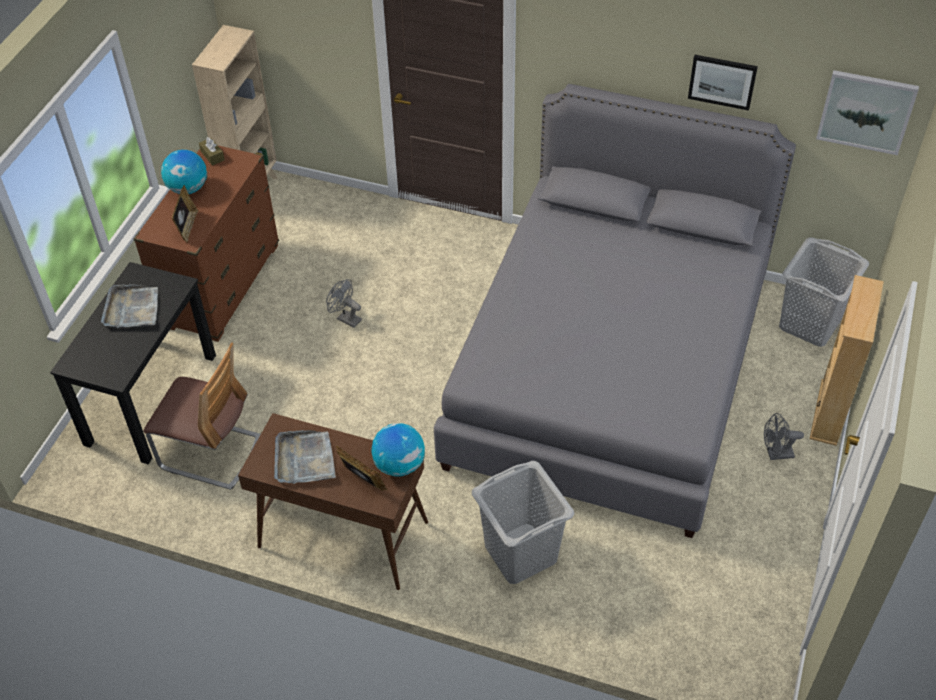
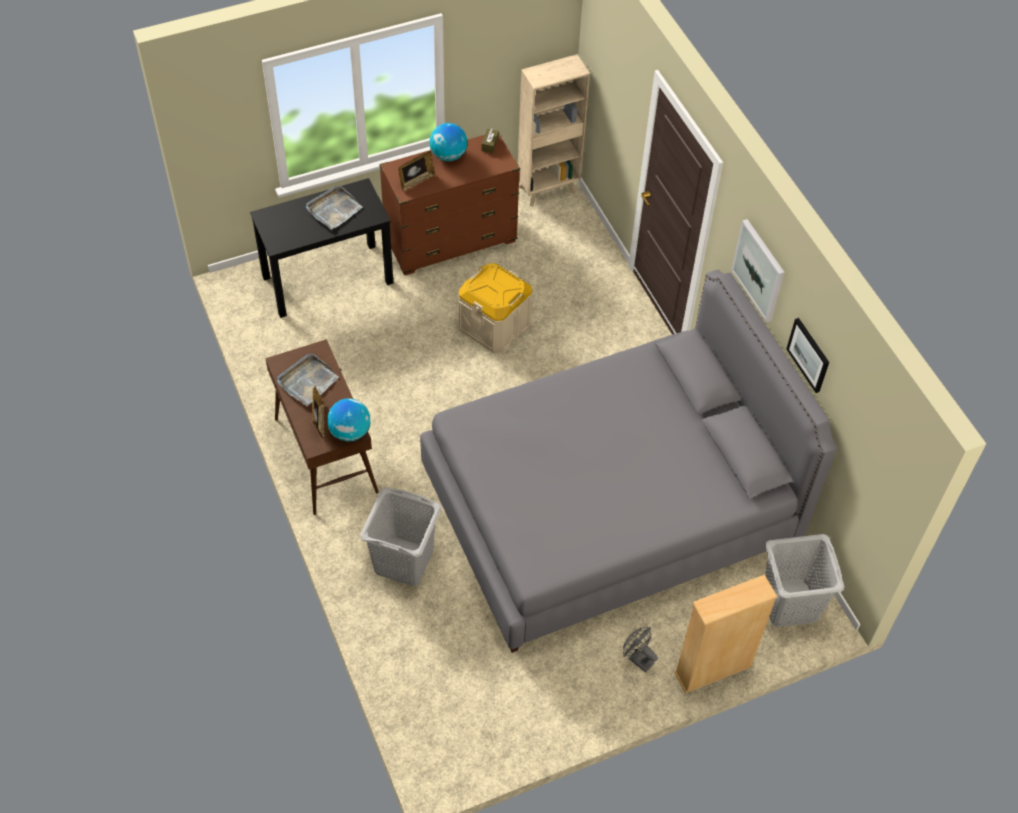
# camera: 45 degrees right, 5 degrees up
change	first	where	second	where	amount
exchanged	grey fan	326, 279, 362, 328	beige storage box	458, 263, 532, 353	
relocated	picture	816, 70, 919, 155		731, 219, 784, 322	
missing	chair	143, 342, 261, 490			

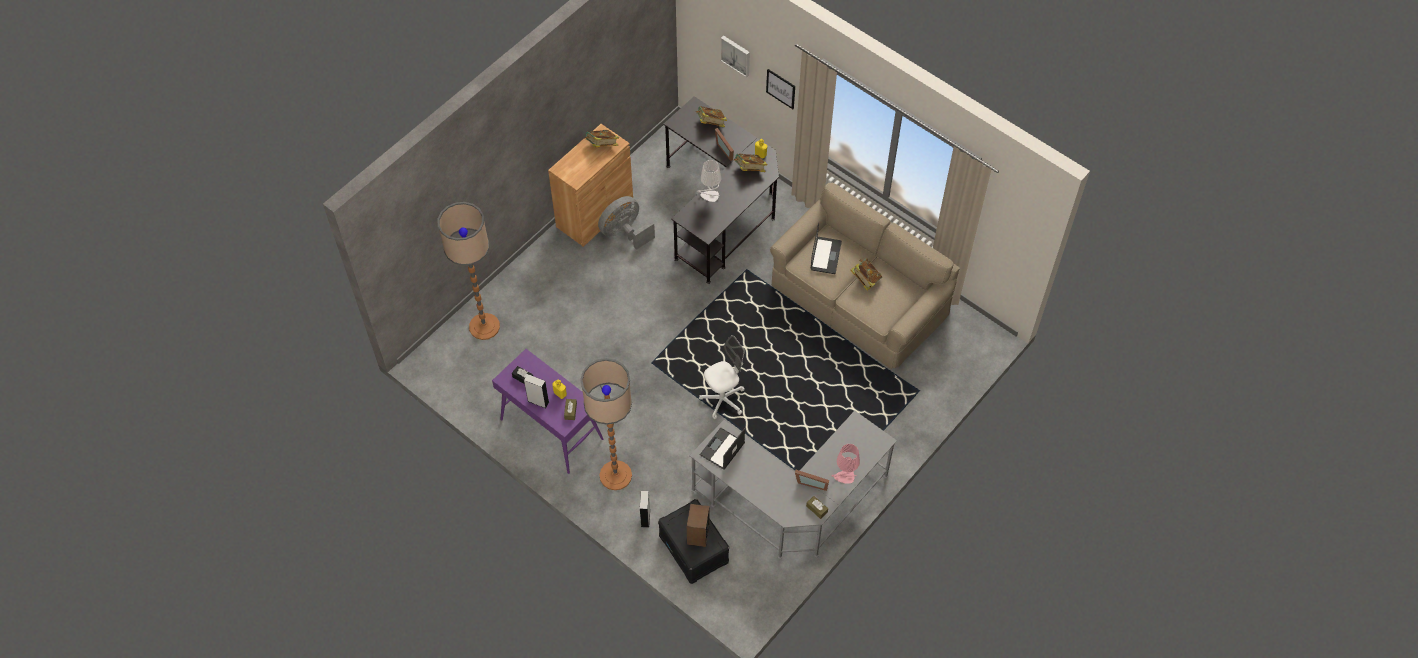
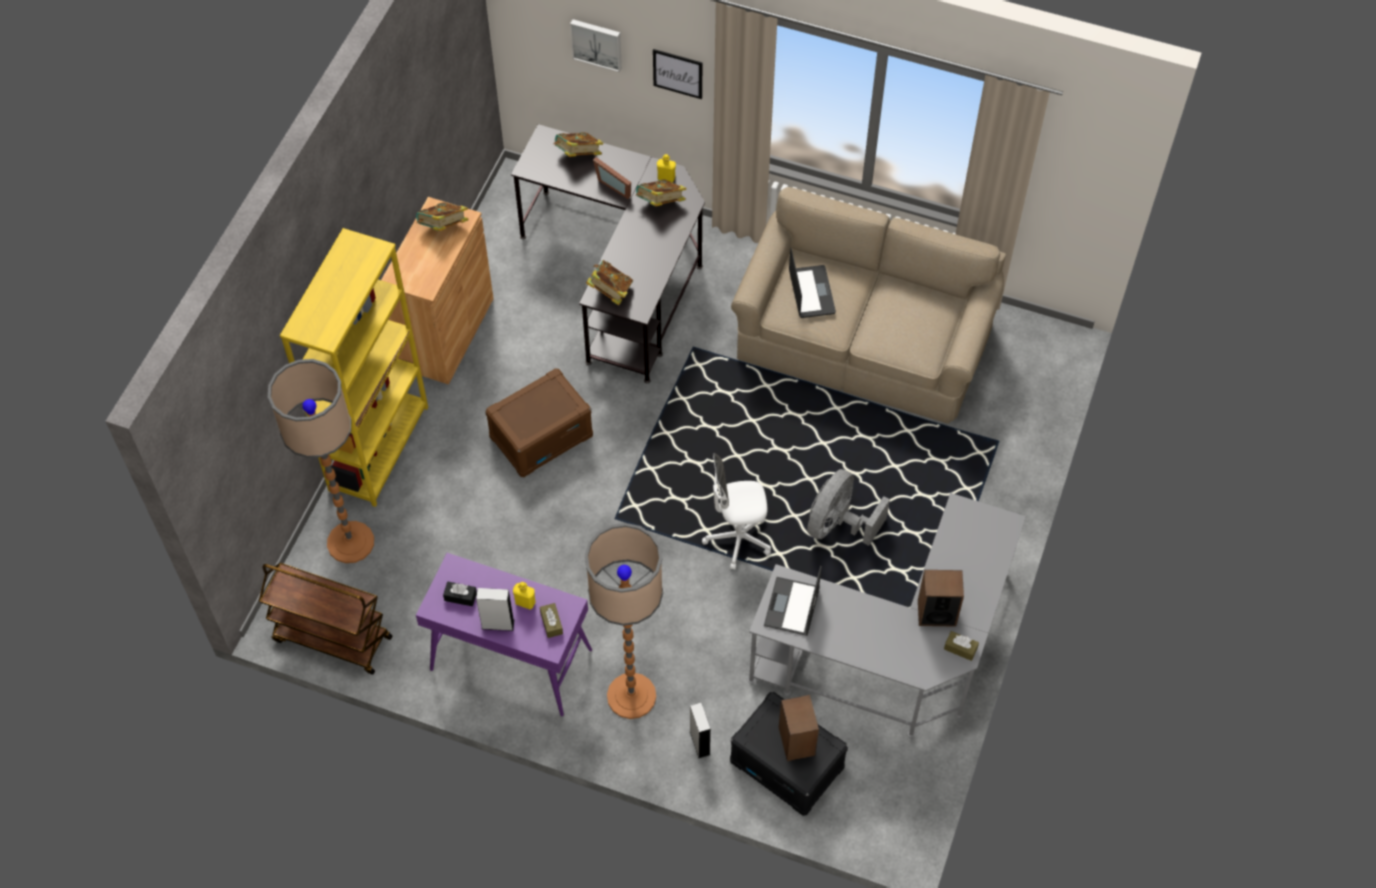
# camera: 20 degrees left, 0 degrees up
change	first	where	second	where	amount
appeared			brown cart	259, 563, 392, 674	
appeared			yellow bookcase	280, 228, 428, 507	
appeared			brown storage box	485, 368, 593, 477	
relocated	book	850, 258, 882, 291		586, 260, 633, 306	
spun	white office chair	699, 335, 745, 419		702, 453, 771, 570	135 degrees counterclockwise
relocated	grey fan	598, 196, 655, 250		807, 469, 890, 546	
exchanged	picture frame	795, 470, 829, 491	speaker	918, 570, 964, 627	
missing	white table lamp	697, 160, 721, 202			
missing	pink table lamp	831, 444, 860, 484			

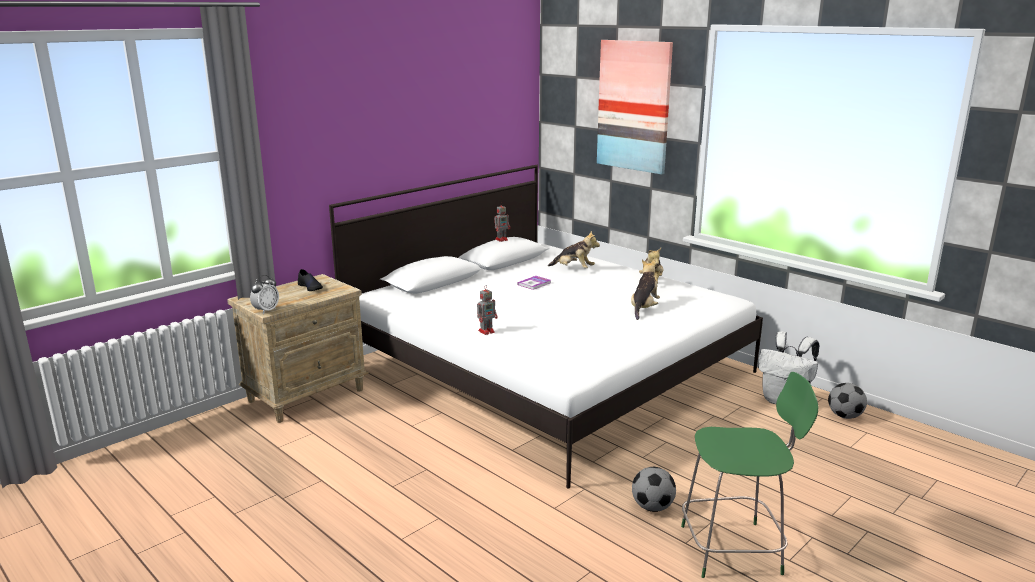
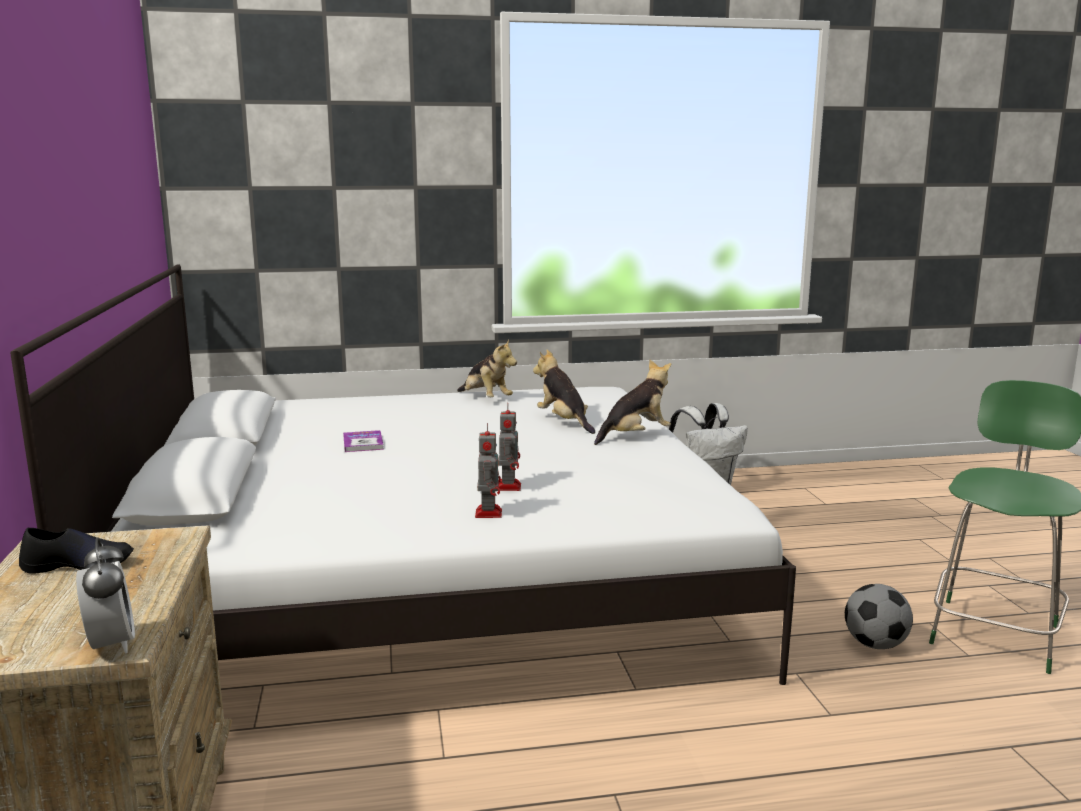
# camera: 55 degrees left, 5 degrees down
change	first	where	second	where	amount
relocated	toy robot	494, 203, 510, 242		498, 406, 521, 491	
relocated	plush toy	548, 231, 600, 268		594, 360, 671, 445	
missing	picture	597, 40, 673, 175			
missing	football	828, 383, 867, 419			

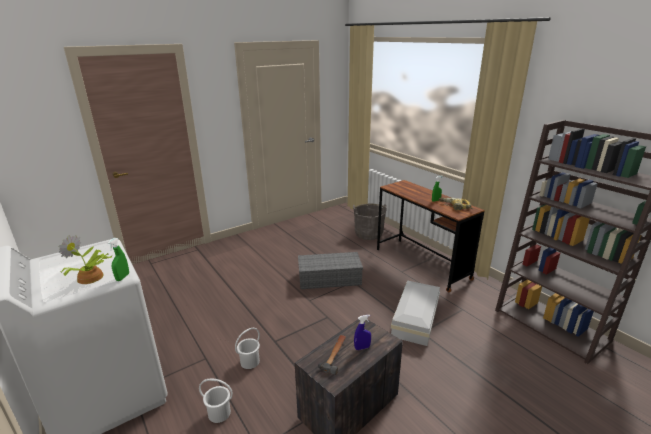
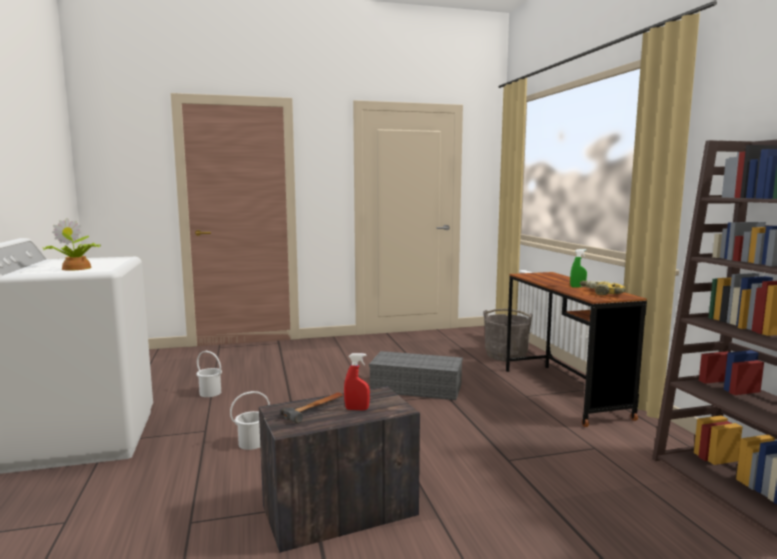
# camera: 20 degrees right, 15 degrees down
change	first	where	second	where	amount
relocated	white bucket	199, 378, 233, 423		196, 351, 222, 397	
colour	blue spray bottle	354, 315, 371, 350	red spray bottle	344, 353, 370, 410	
missing	green spray bottle	107, 238, 129, 281			
missing	white storage box	391, 280, 440, 346			

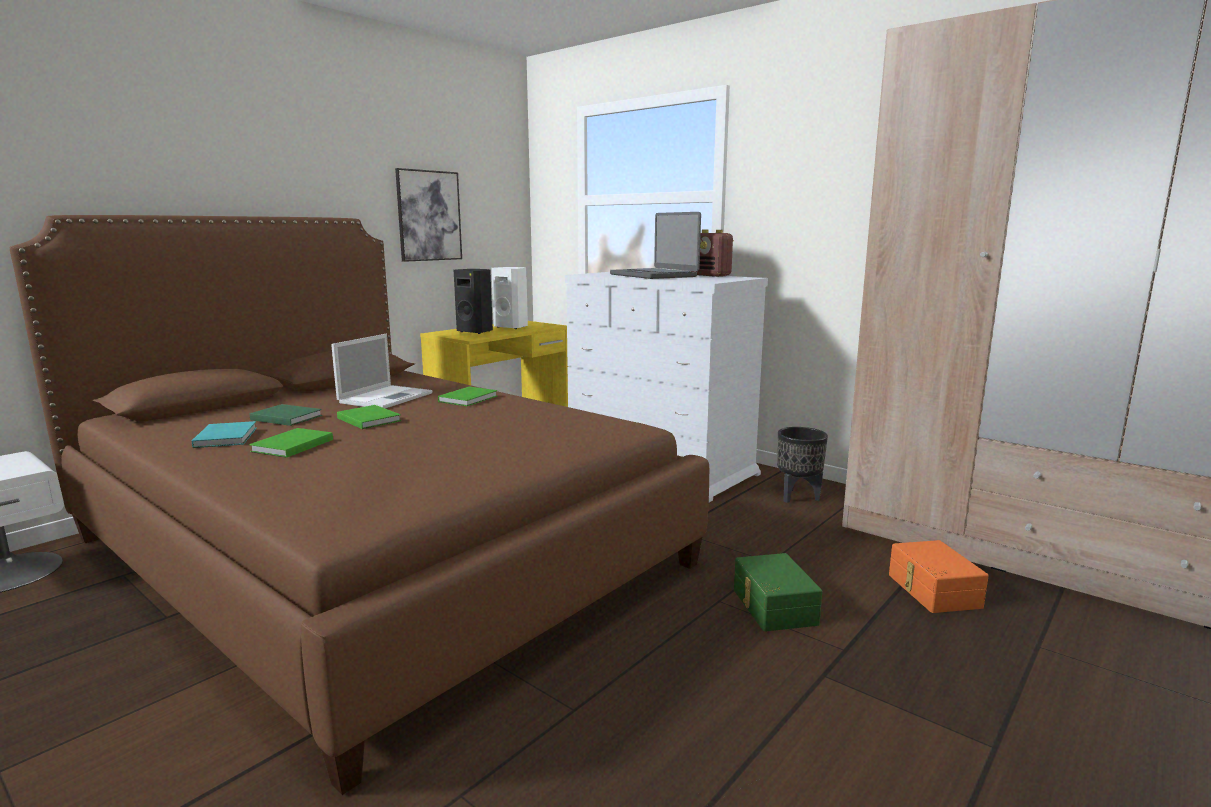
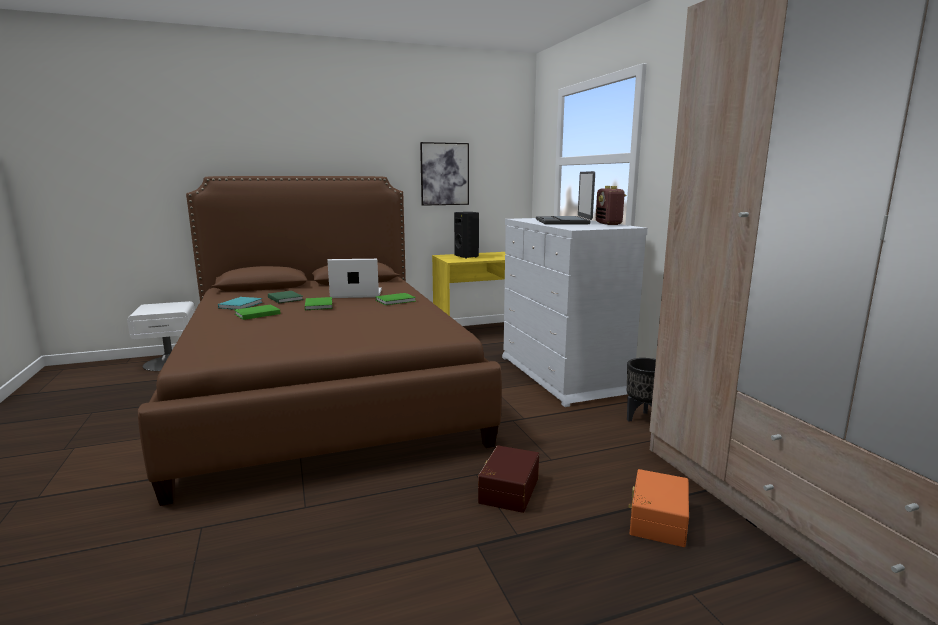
# camera: 30 degrees right, 0 degrees up
change	first	where	second	where	amount
spun	laptop	331, 334, 432, 408		327, 259, 382, 298	150 degrees counterclockwise
colour	green storage box	734, 553, 822, 632	brown storage box	478, 445, 539, 513	
missing	white speaker	491, 267, 528, 329			

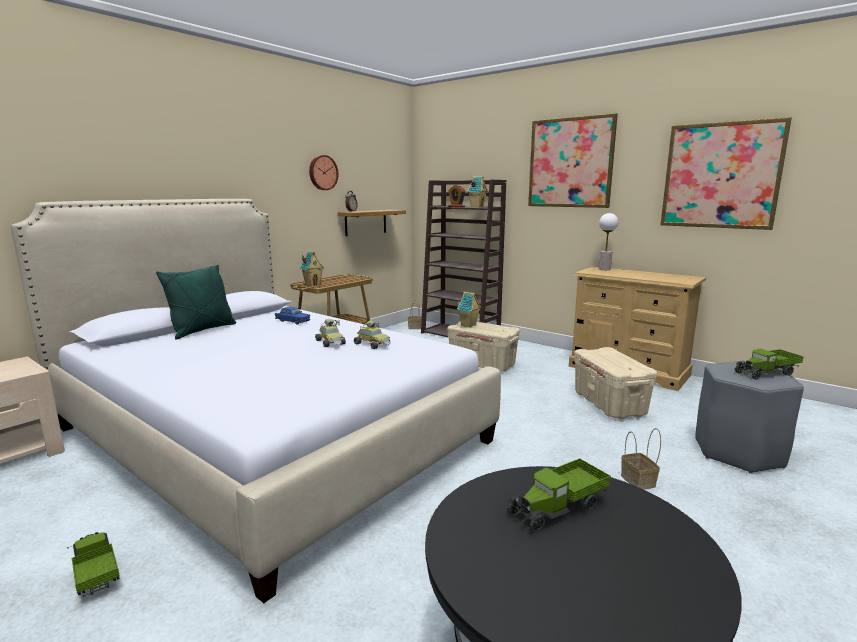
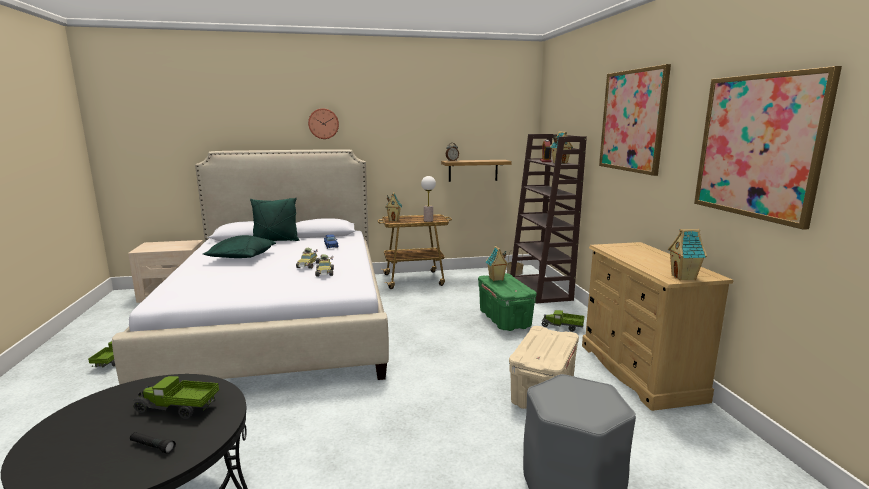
# camera: 40 degrees right, 0 degrees up
change	first	where	second	where	amount
appeared			black flashlight	130, 432, 176, 454	
appeared			green pillow	203, 235, 276, 258	
relocated	wall clock	309, 155, 338, 190		308, 108, 339, 139	
relocated	table lamp	598, 213, 618, 270		421, 176, 436, 222	
colour	beige storage box	447, 322, 520, 372	green storage box	478, 273, 537, 331	
relocated	toy truck	734, 349, 804, 380		541, 310, 585, 332	
appeared			toy house	668, 229, 707, 280	
missing	basket	621, 428, 661, 490			

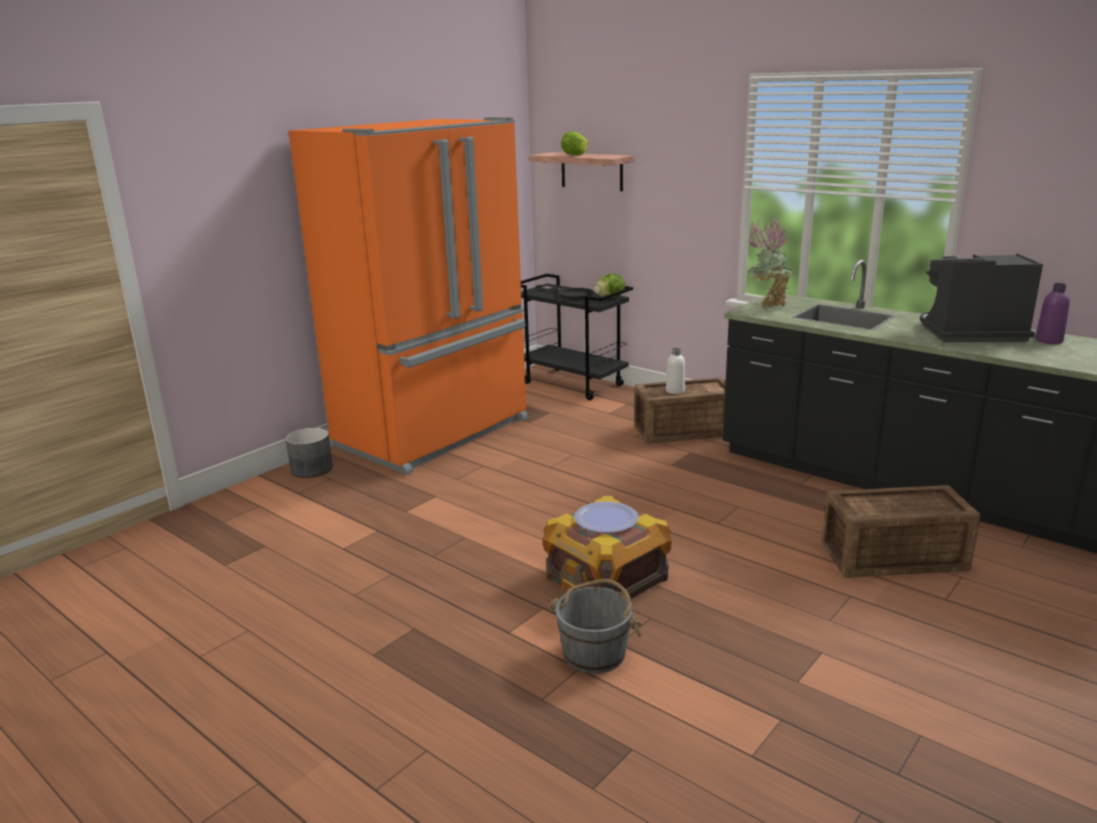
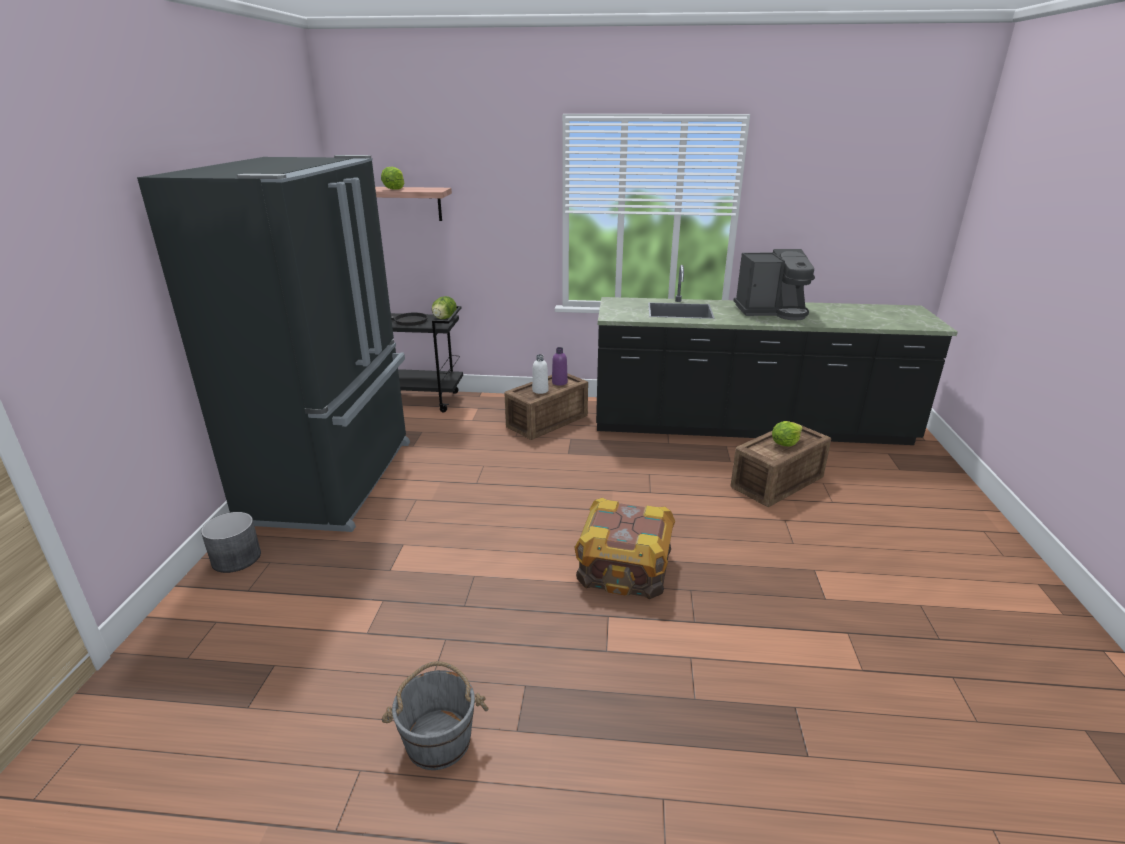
# camera: 35 degrees left, 5 degrees up
change	first	where	second	where	amount
colour	orange fridge	289, 117, 528, 475	black fridge	137, 155, 410, 532	
relocated	grey bucket	548, 579, 642, 674		382, 661, 488, 770	
relocated	purple bottle	1035, 283, 1070, 344		552, 347, 568, 386	
spun	coffee machine	920, 254, 1043, 342		733, 249, 815, 320	150 degrees counterclockwise
appeared			lettuce	772, 421, 803, 446	
missing	plate	574, 501, 639, 533			
missing	potted plant	747, 217, 794, 308			

